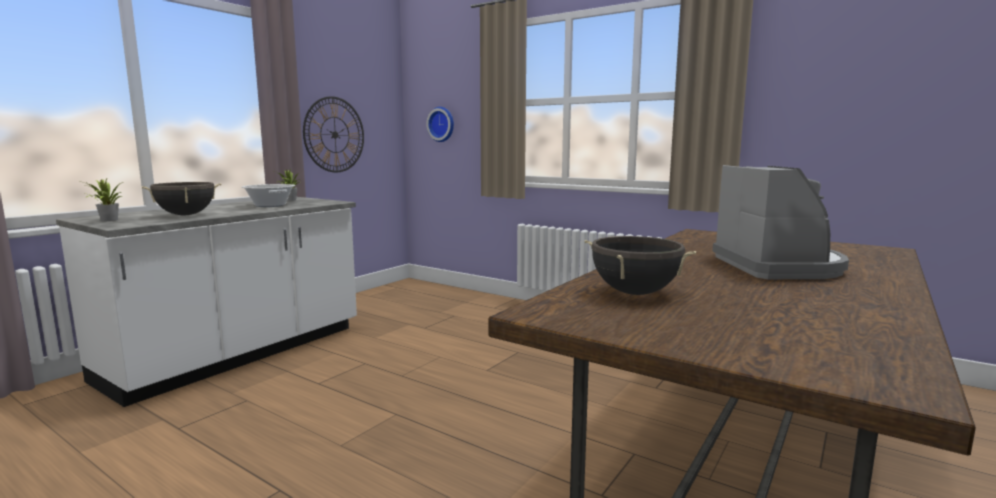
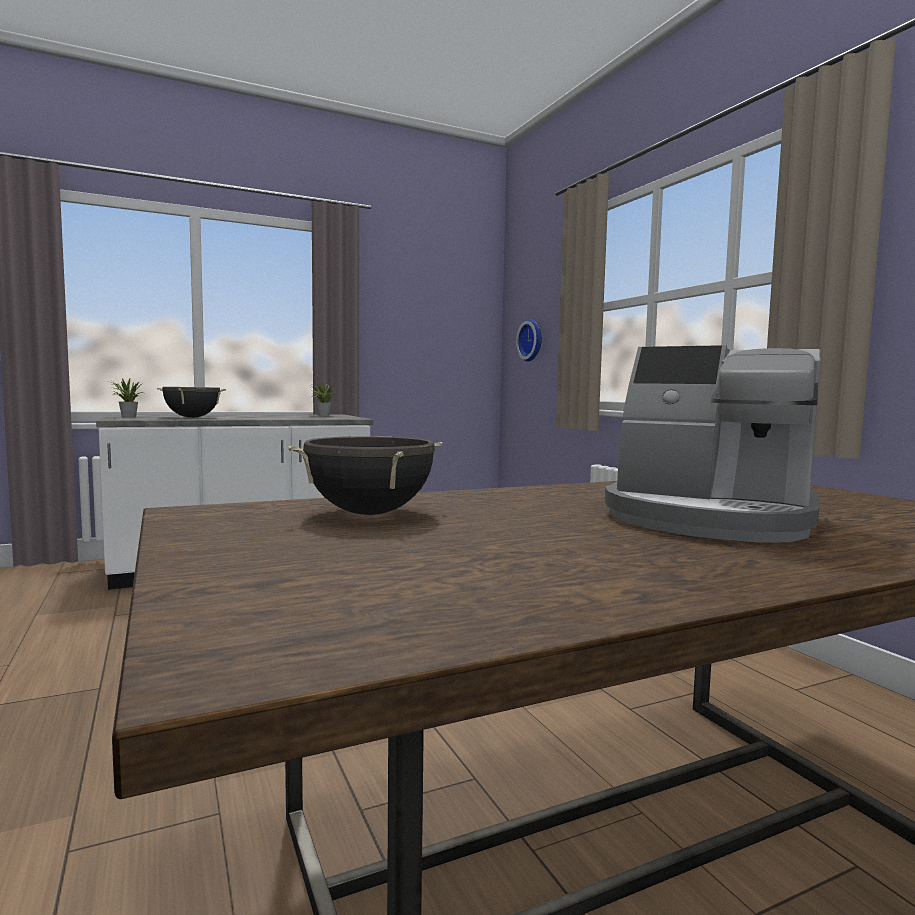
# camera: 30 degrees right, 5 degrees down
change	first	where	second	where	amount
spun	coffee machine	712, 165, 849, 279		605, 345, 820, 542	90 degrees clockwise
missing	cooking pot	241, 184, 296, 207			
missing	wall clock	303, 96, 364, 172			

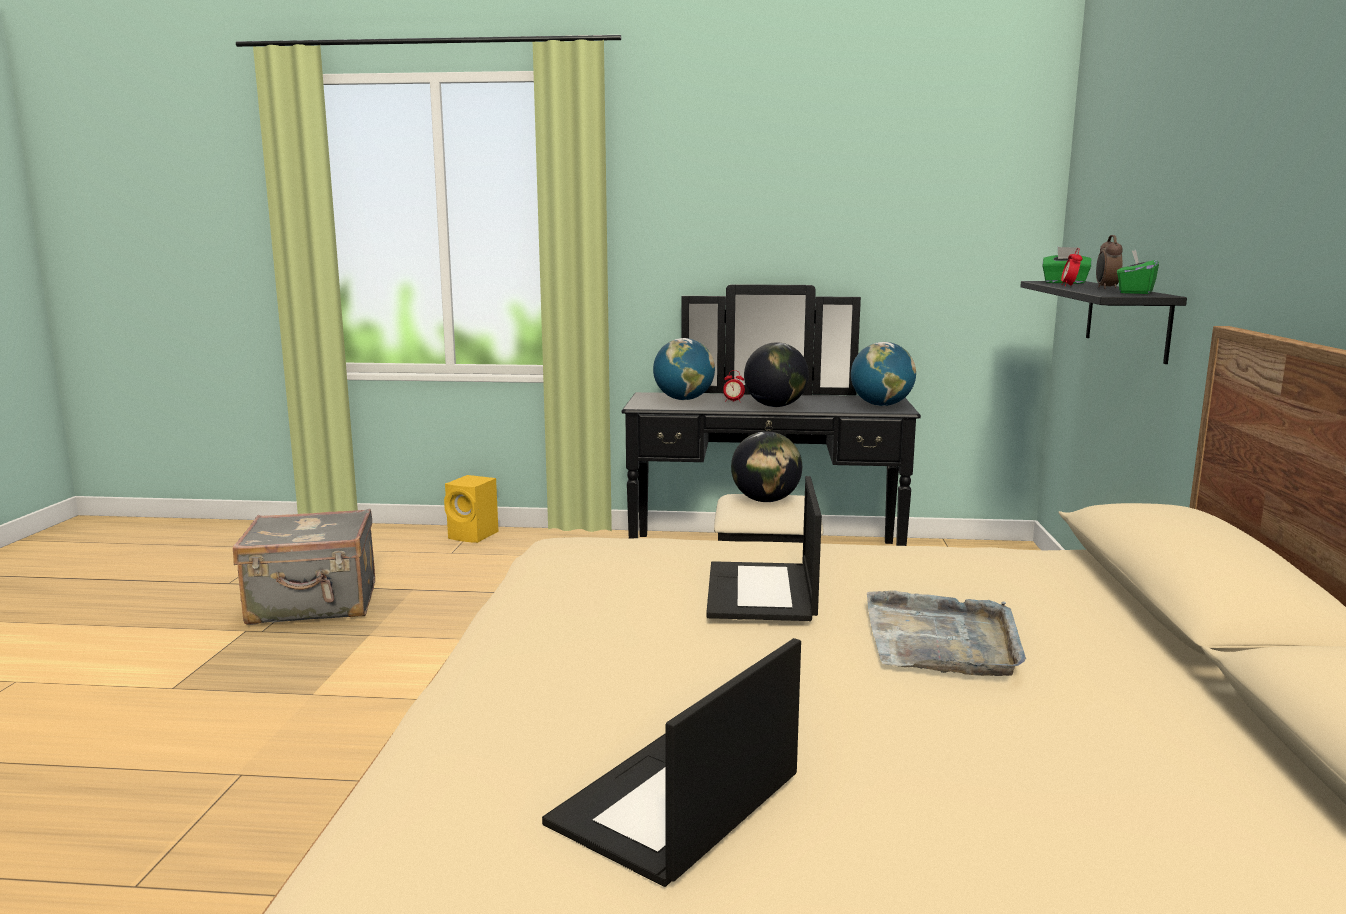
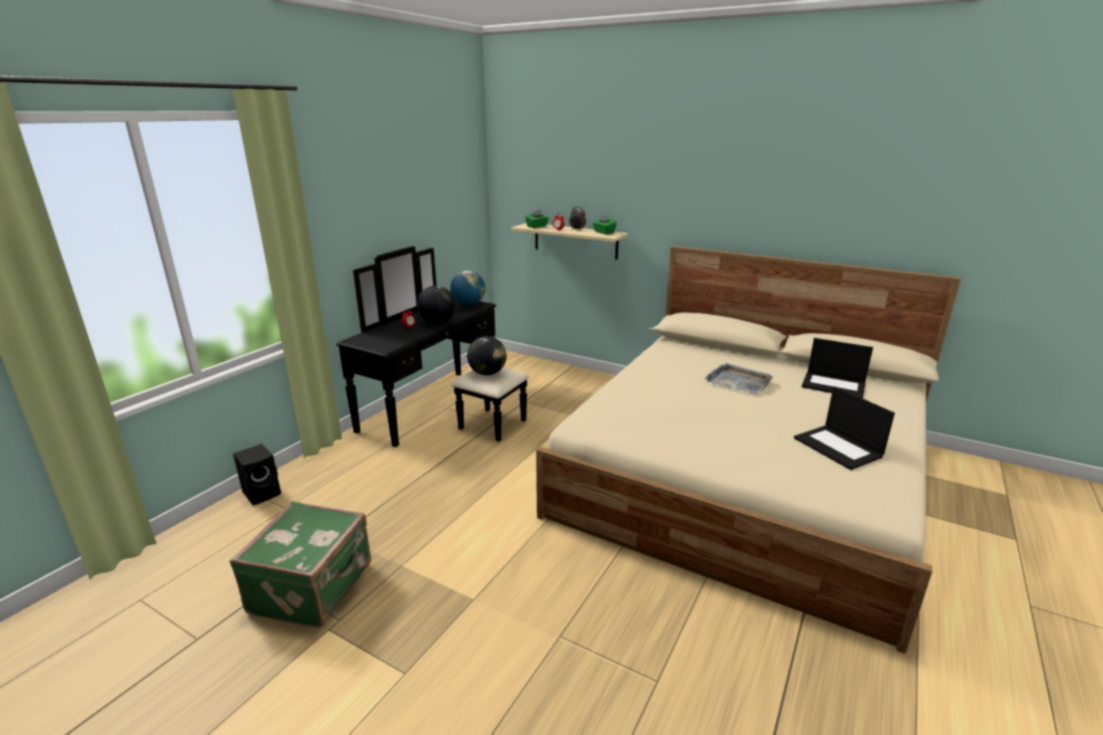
# camera: 65 degrees left, 10 degrees up
change	first	where	second	where	amount
colour	grey suitcase	233, 508, 375, 625	green suitcase	229, 501, 371, 628	
colour	yellow speaker	444, 475, 498, 543	black speaker	233, 444, 281, 505	
colour	black shelf	1020, 281, 1187, 364	beige shelf	511, 223, 628, 259	
relocated	laptop	706, 476, 822, 621		802, 338, 873, 398	
missing	globe	653, 338, 715, 400			

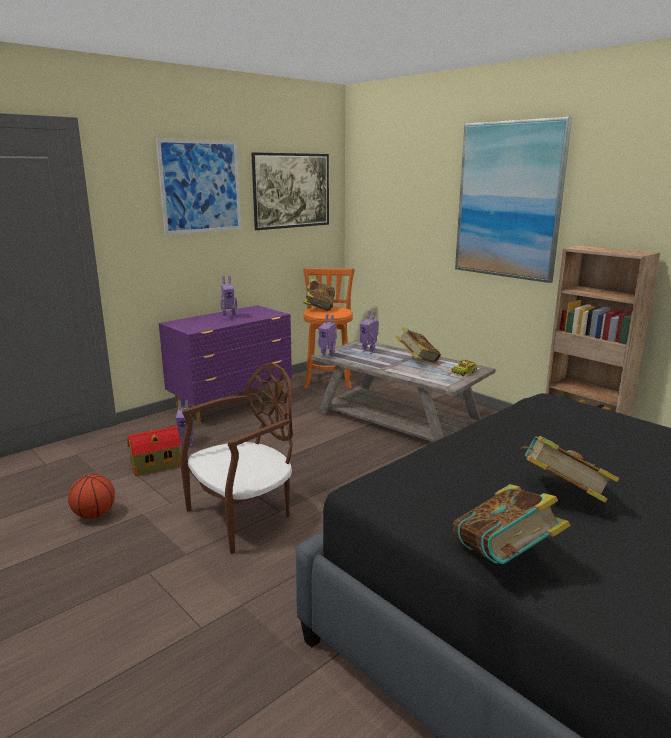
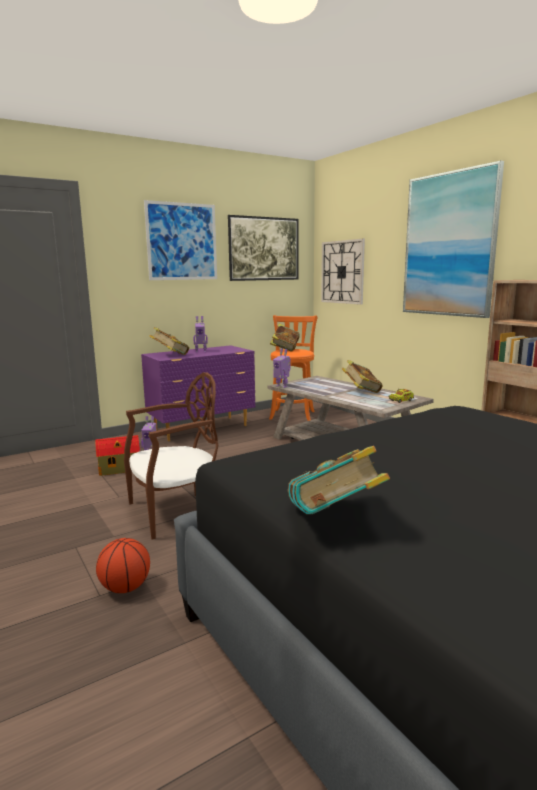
# camera: 10 degrees right, 5 degrees down
change	first	where	second	where	amount
relocated	basketball	68, 474, 115, 519		96, 538, 150, 593	
relocated	book	520, 436, 619, 503		149, 327, 189, 355	
appeared			wall clock	321, 239, 365, 305	
missing	toy robot	360, 311, 379, 354			

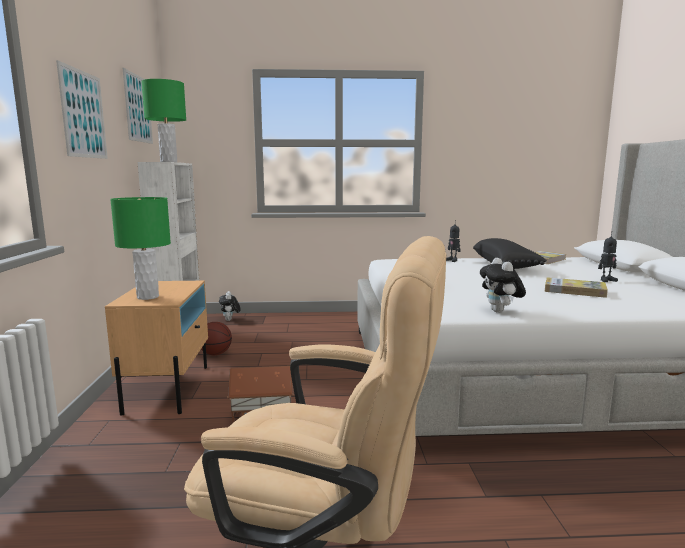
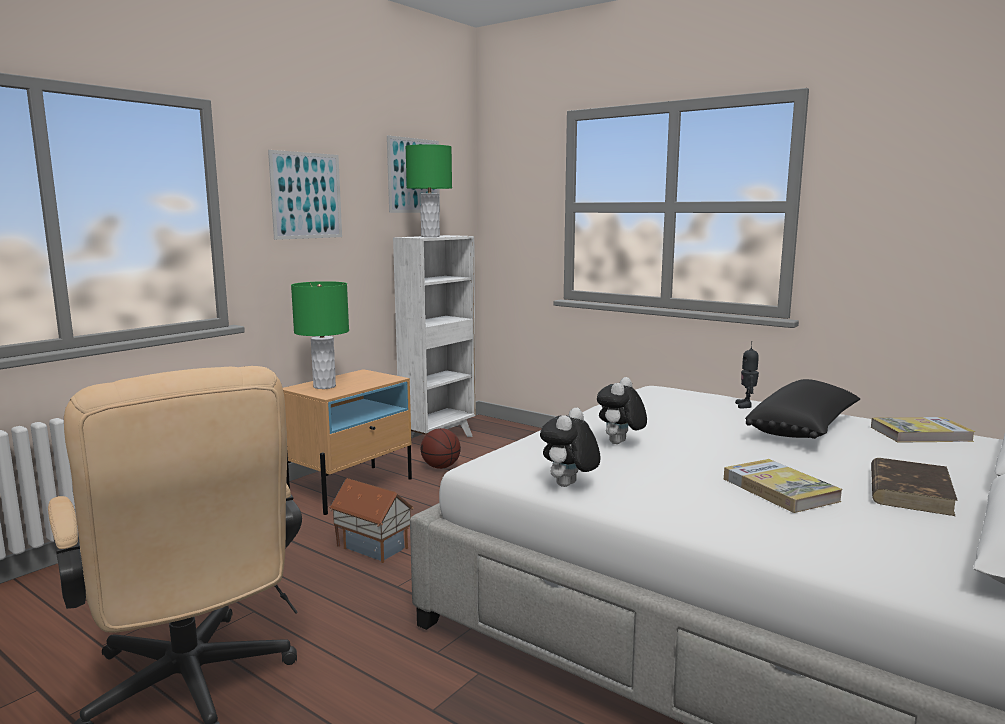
# camera: 40 degrees right, 0 degrees up
change	first	where	second	where	amount
relocated	plush toy	219, 291, 241, 321		597, 377, 647, 444	
exchanged	toy robot	598, 231, 618, 282	brown book	871, 458, 958, 516	

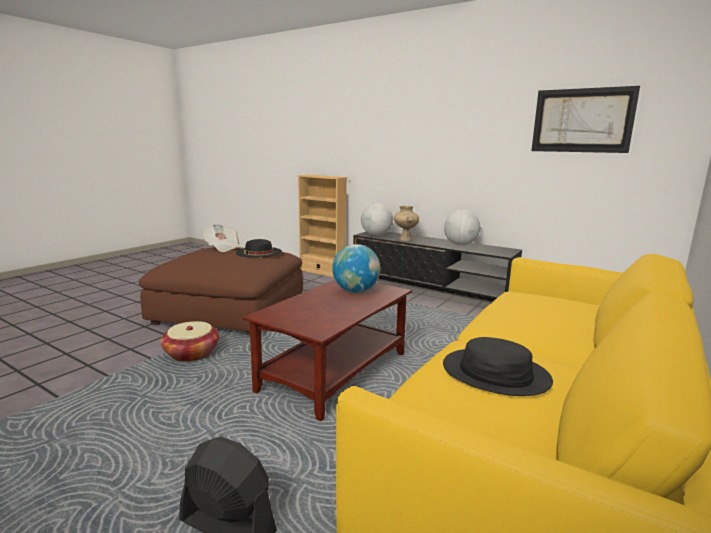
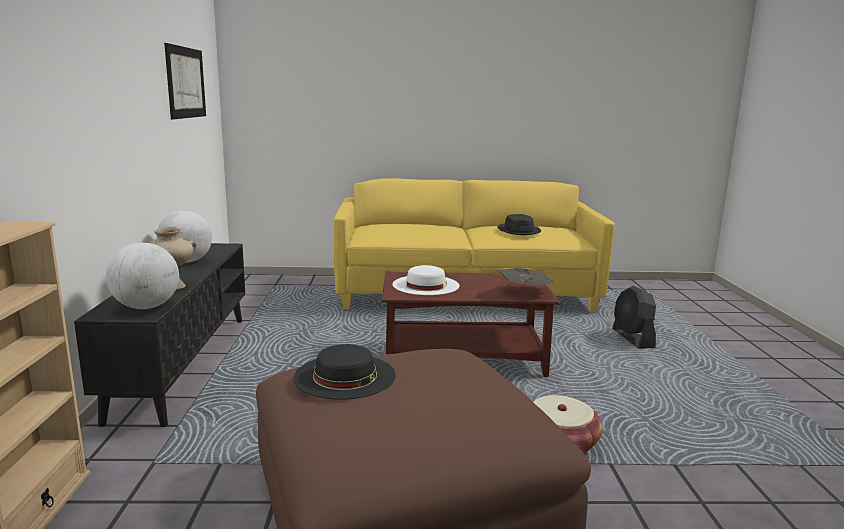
# camera: 125 degrees left, 0 degrees up
change	first	where	second	where	amount
exchanged	globe	332, 244, 380, 293	white hat	393, 265, 459, 295	
relocated	newspaper	203, 224, 240, 252		497, 268, 554, 286	

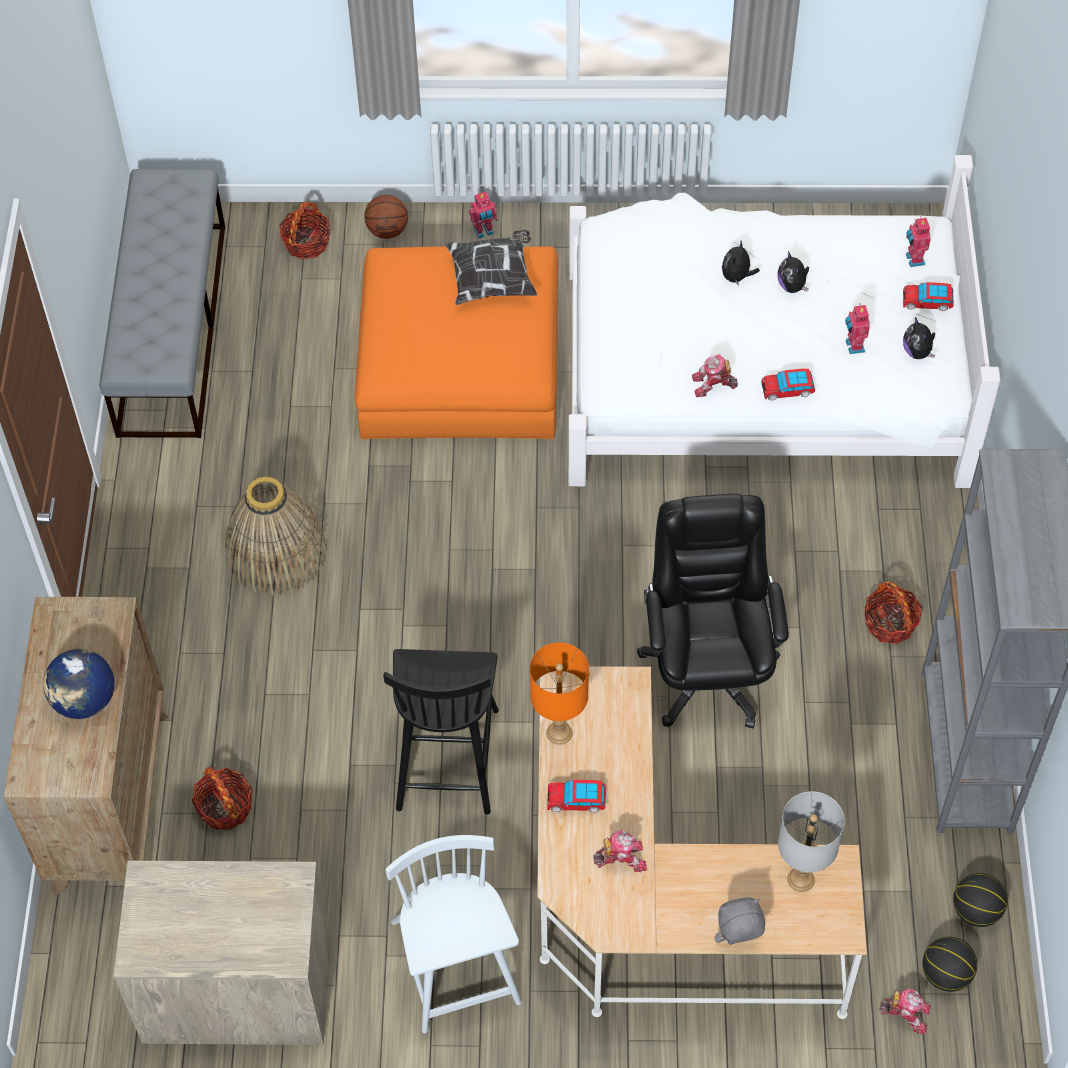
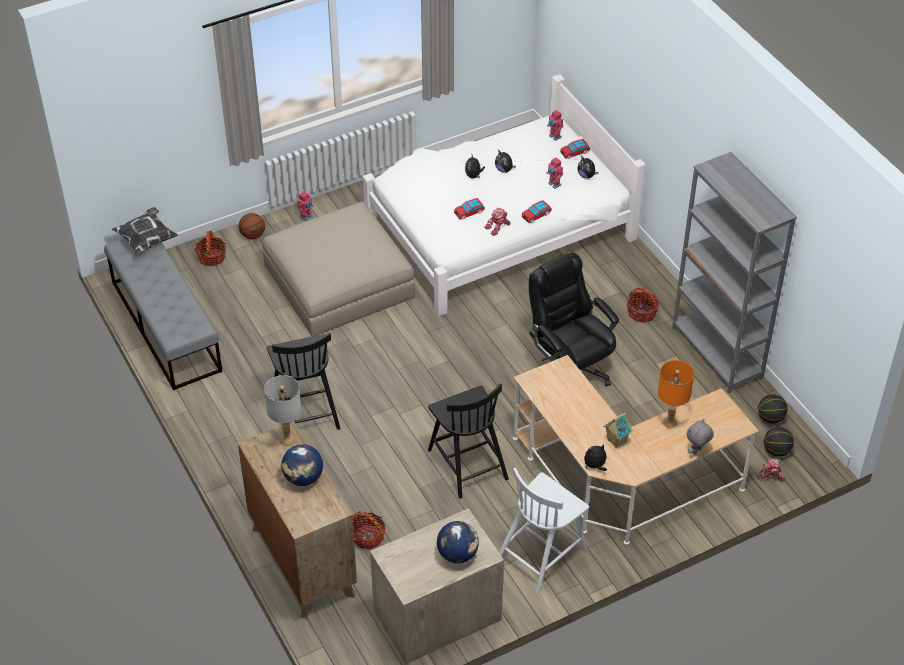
# camera: 30 degrees left, 10 degrees down
change	first	where	second	where	amount
relocated	pillow	445, 230, 537, 305		112, 207, 178, 256	
colour	orange ottoman	355, 246, 558, 439	beige ottoman	262, 202, 415, 337	
relocated	grey table lamp	778, 791, 845, 892		264, 375, 301, 446	
exchanged	basket	225, 477, 327, 596	black chair	267, 333, 340, 430	
appeared			globe	437, 521, 479, 563	
relocated	toy car	547, 779, 606, 813		454, 198, 485, 220	
spun	white chair	385, 835, 522, 1034		499, 468, 589, 593	90 degrees counterclockwise
appeared			plush toy	584, 444, 607, 471	
exchanged	toy robot	593, 830, 647, 872	toy house	604, 412, 633, 448	
relocated	orange table lamp	530, 643, 589, 745		658, 360, 694, 428	

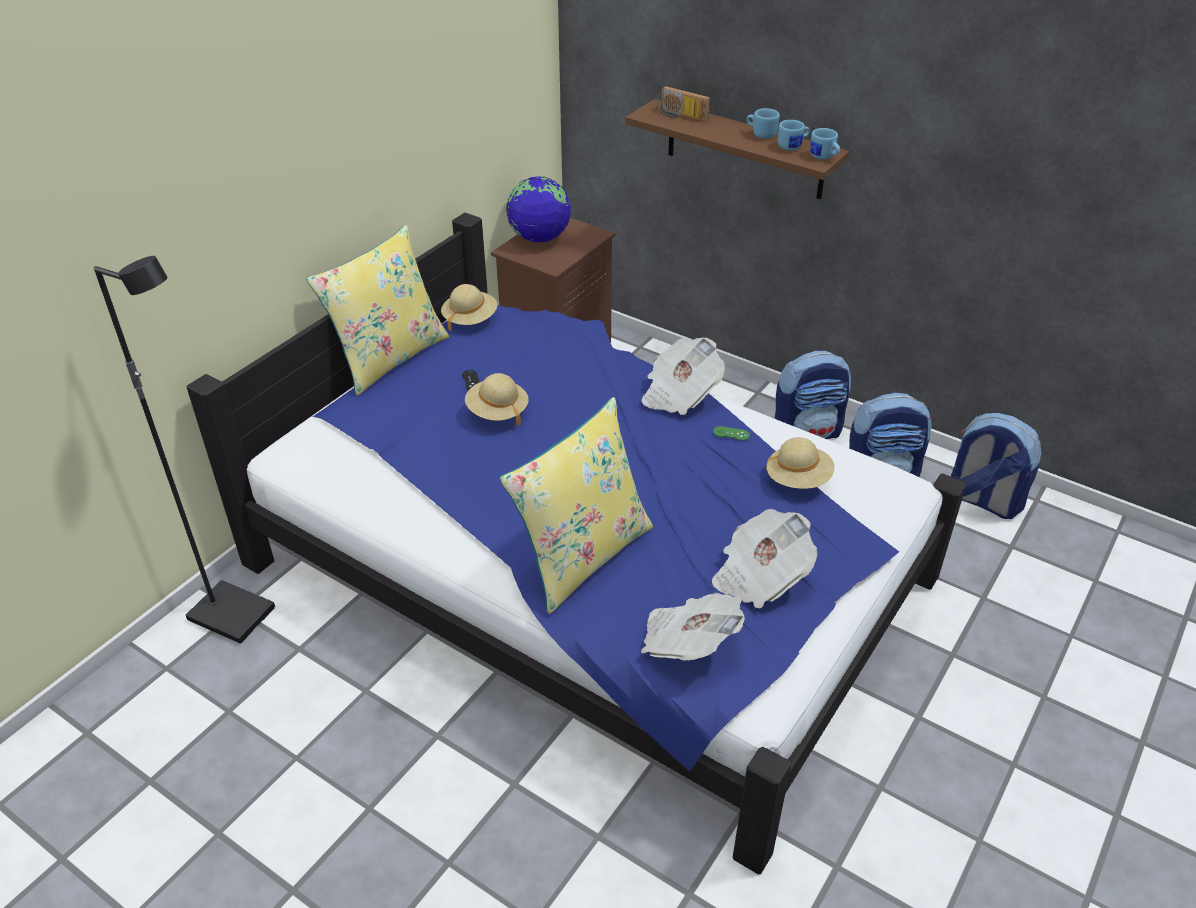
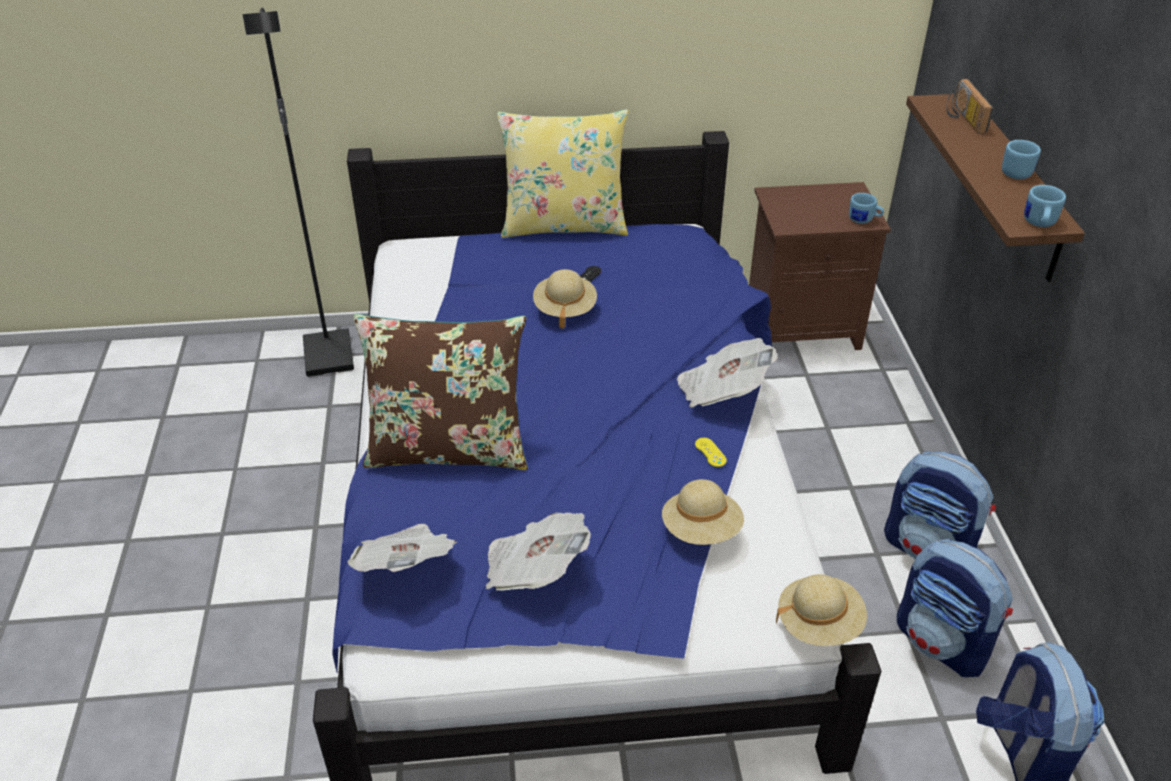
# camera: 50 degrees right, 0 degrees up
change	first	where	second	where	amount
colour	yellow pillow	500, 397, 653, 614	brown pillow	354, 314, 528, 470	
colour	green game controller	713, 426, 750, 441	yellow game controller	695, 438, 727, 467	
relocated	beige hat	441, 284, 497, 332		776, 574, 867, 646	
relocated	blue mug	778, 120, 810, 151		849, 193, 884, 224	
missing	globe	506, 176, 571, 243			

